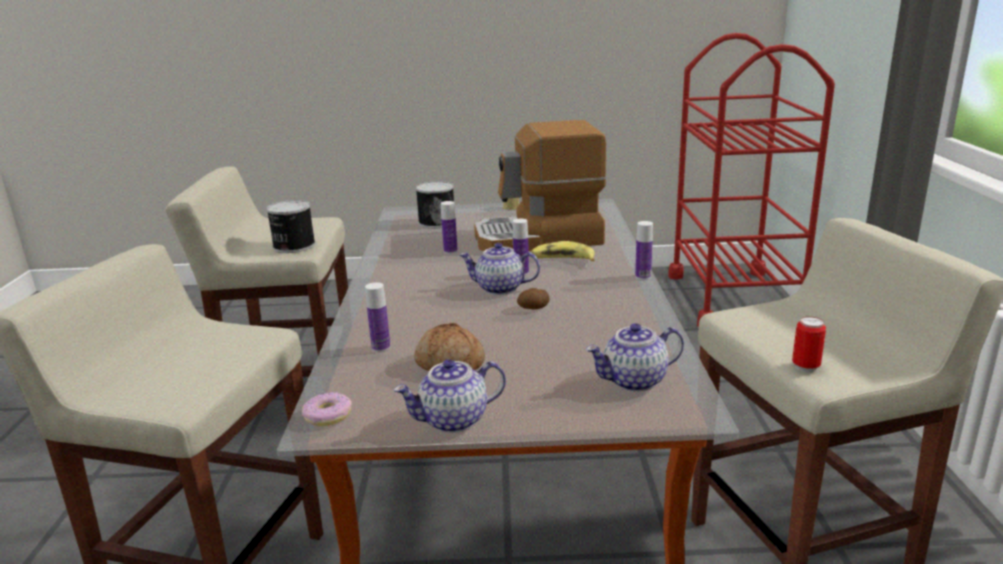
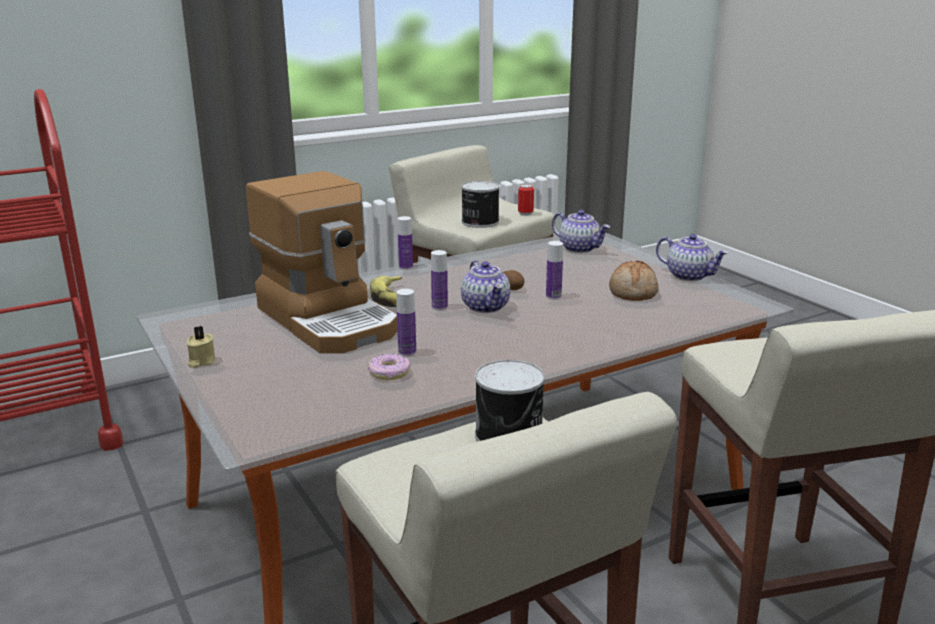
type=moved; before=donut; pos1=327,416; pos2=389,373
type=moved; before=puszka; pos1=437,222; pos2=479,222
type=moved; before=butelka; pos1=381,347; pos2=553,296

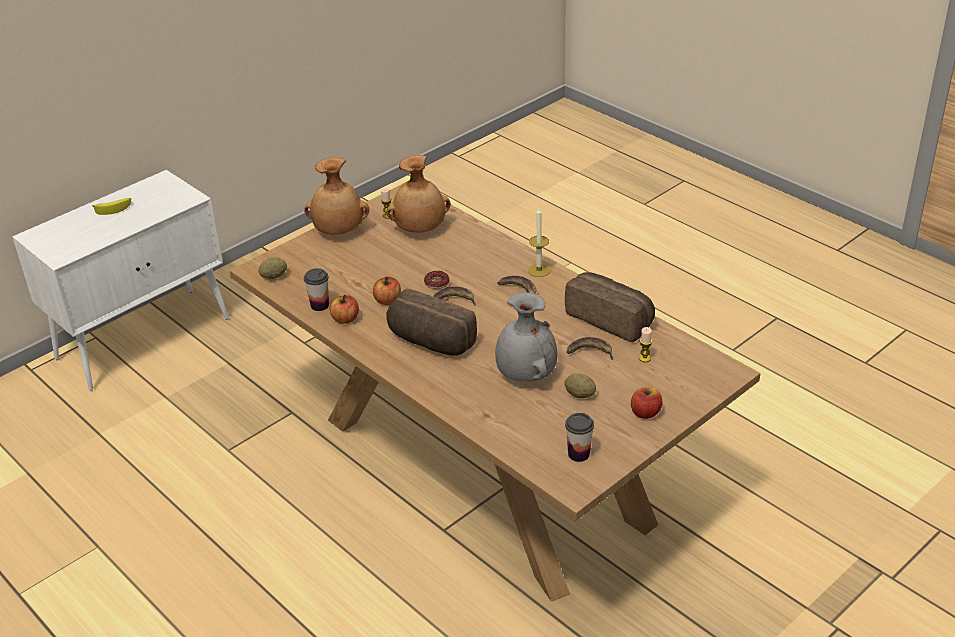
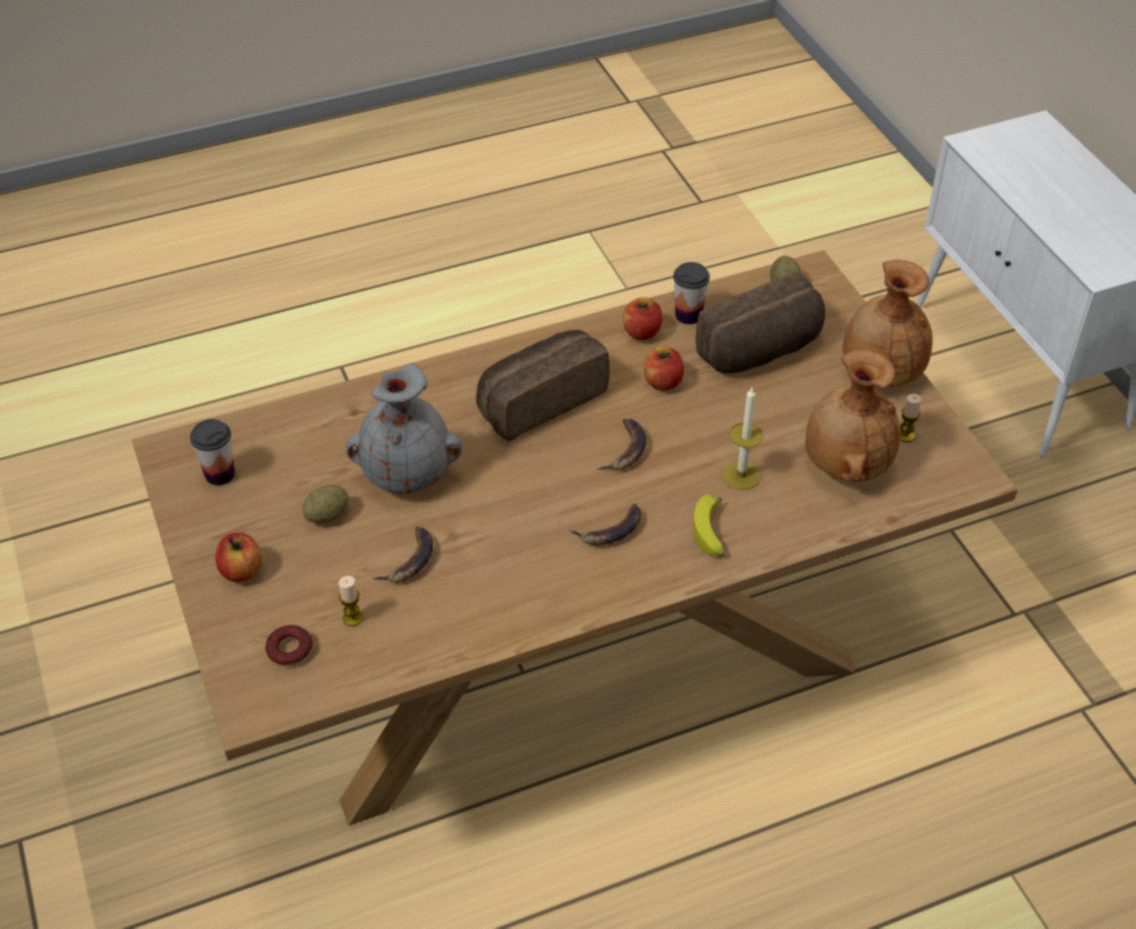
type=moved; before=donut; pos1=436,283; pos2=290,649
type=moved; before=banan; pos1=114,208; pos2=711,533
type=moved; before=chleb; pos1=611,319; pos2=762,351
type=moved; before=świeca; pos1=539,270; pos2=741,475

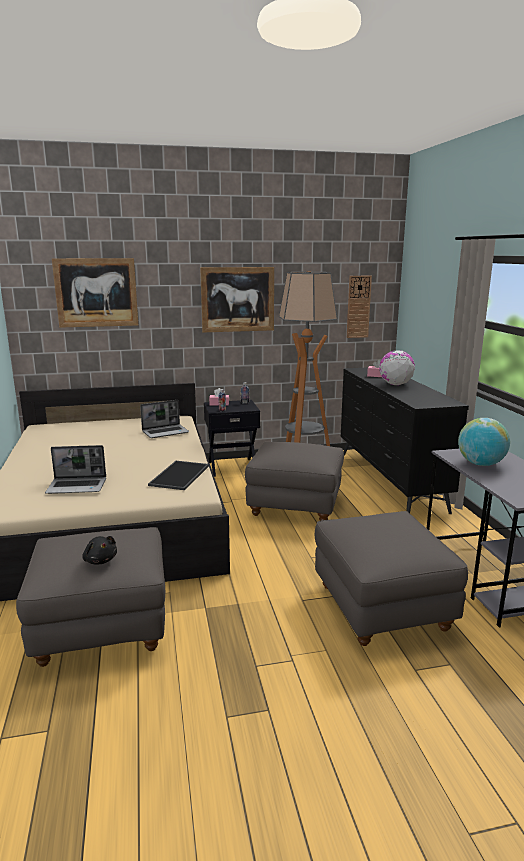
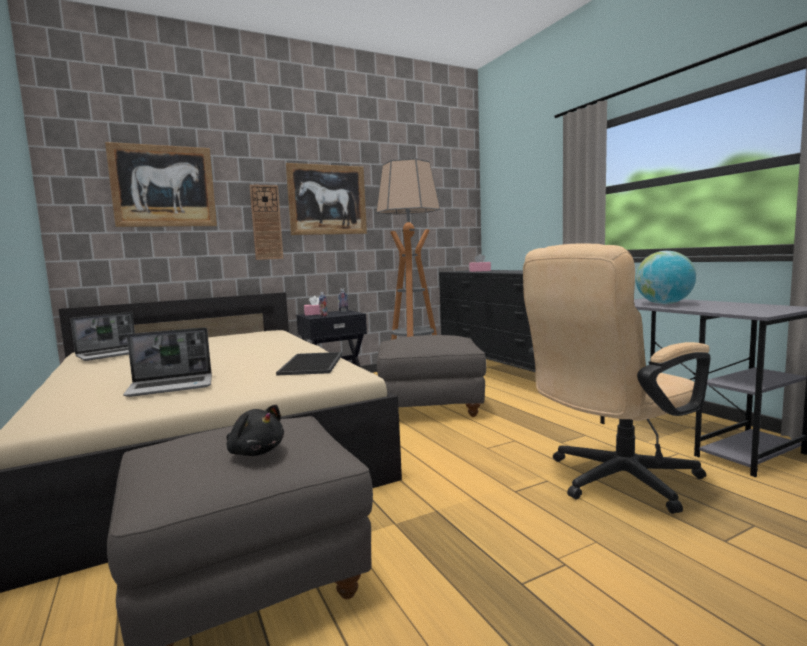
type=moved; before=laptop; pos1=165,432; pos2=112,354
type=moved; before=zegar ścienny; pos1=358,307; pos2=266,222
type=replaced; before=pufa (szary); after=krzesło biurowe (beżowy); pos1=381,607; pos2=612,481
type=removed; before=globus; pos1=395,384

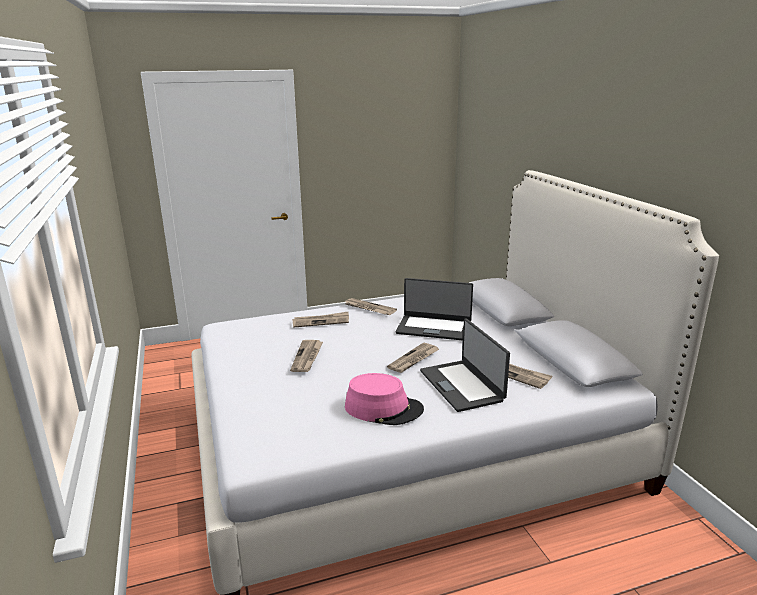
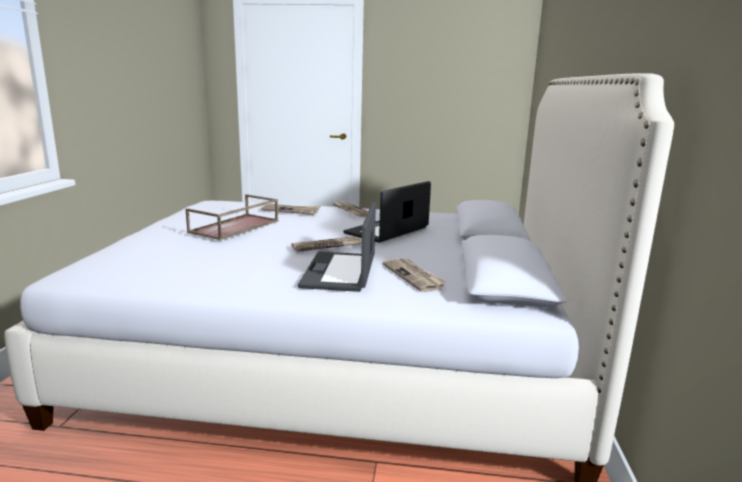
type=replaced; before=gazeta; after=taca (brązowy); pos1=307,357; pos2=235,227
type=turned; before=laptop; pos1=434,328; pos2=388,231; turn=90
type=removed; before=kapelusz (różowy); pos1=383,408

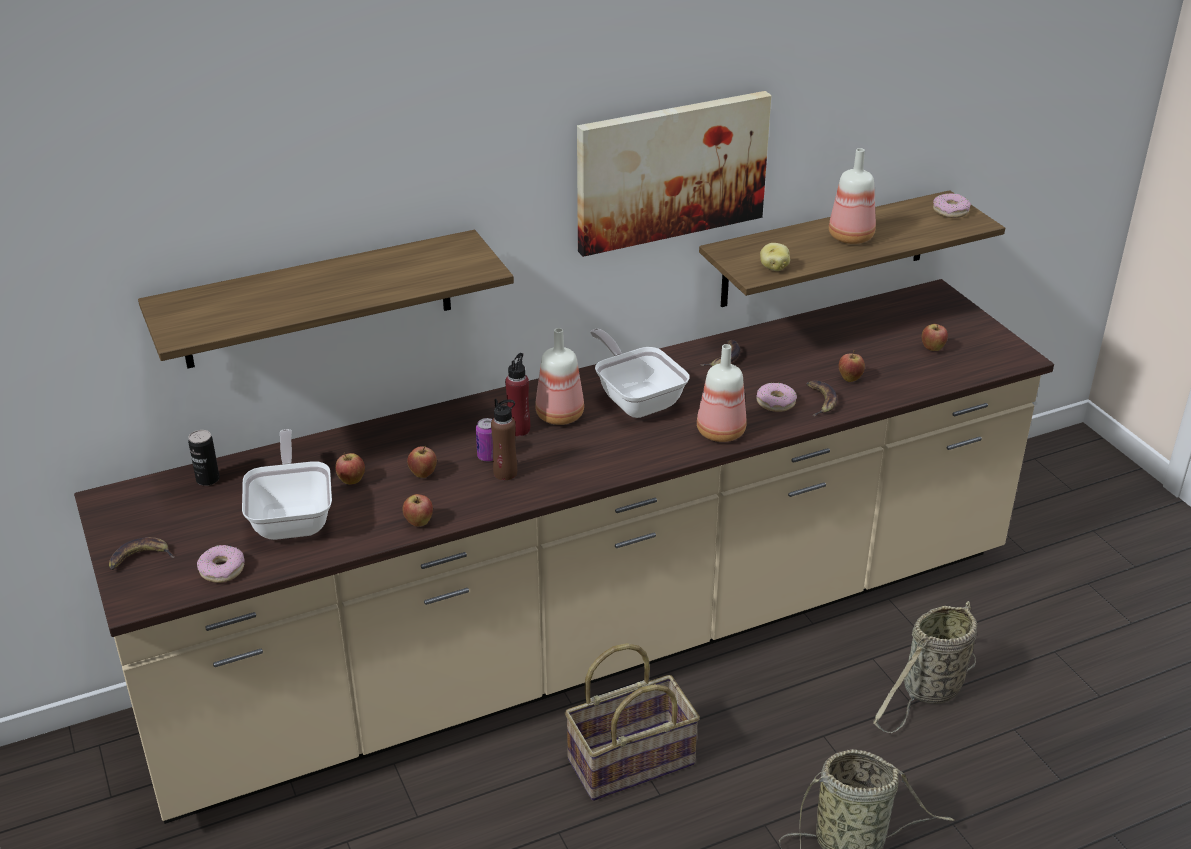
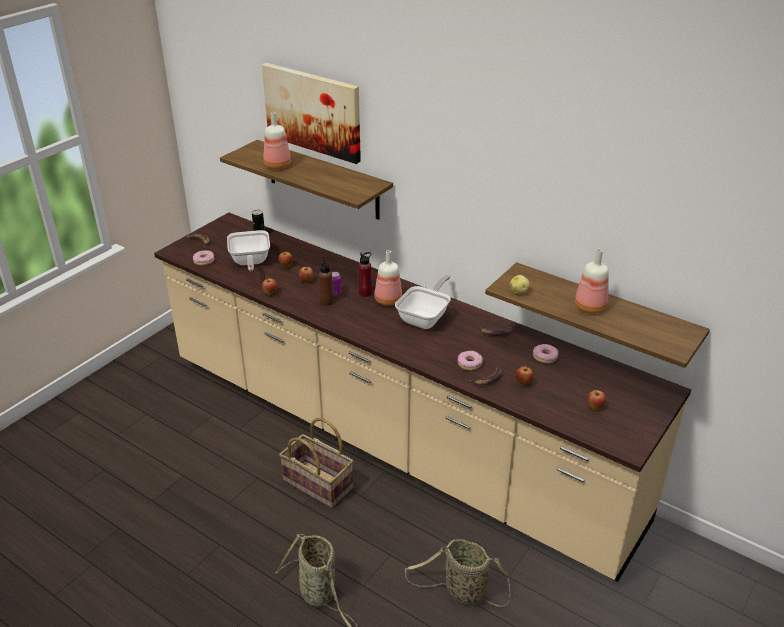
type=turned; before=patelnia; pos1=293,517; pos2=250,262; turn=120
type=moved; before=obraz; pos1=671,171; pos2=313,111
type=moved; before=butelka; pos1=719,433; pos2=276,165
type=moved; before=donut; pos1=950,211; pos2=545,357

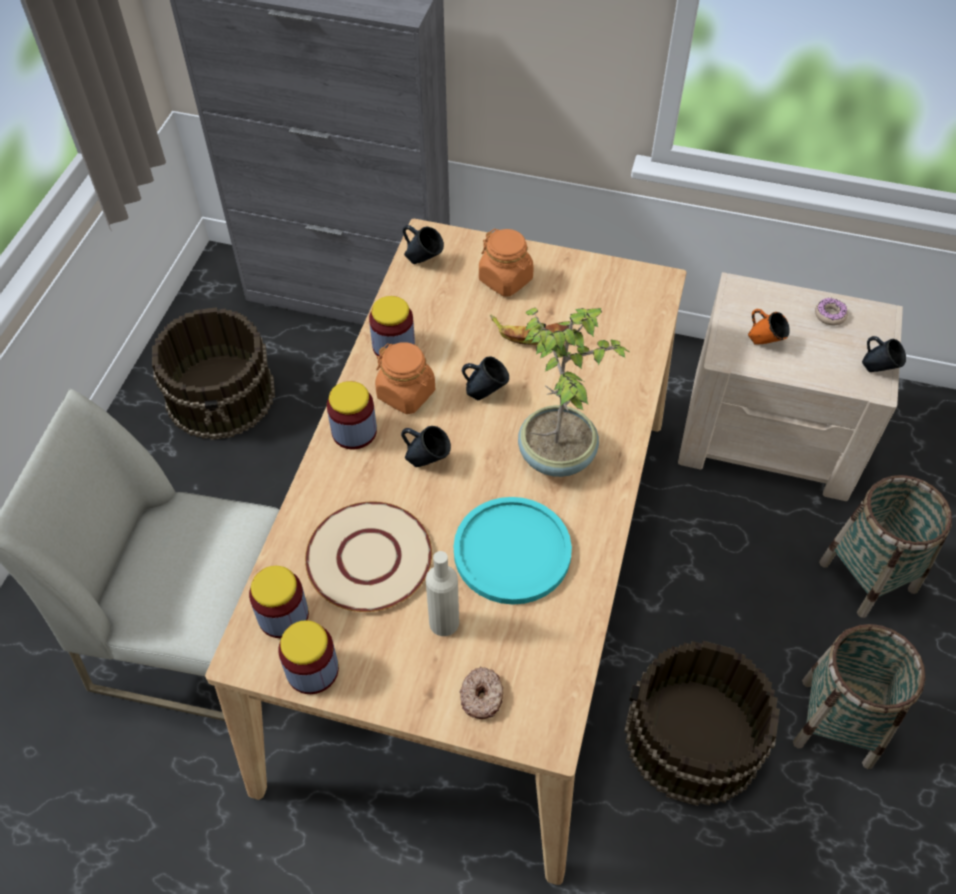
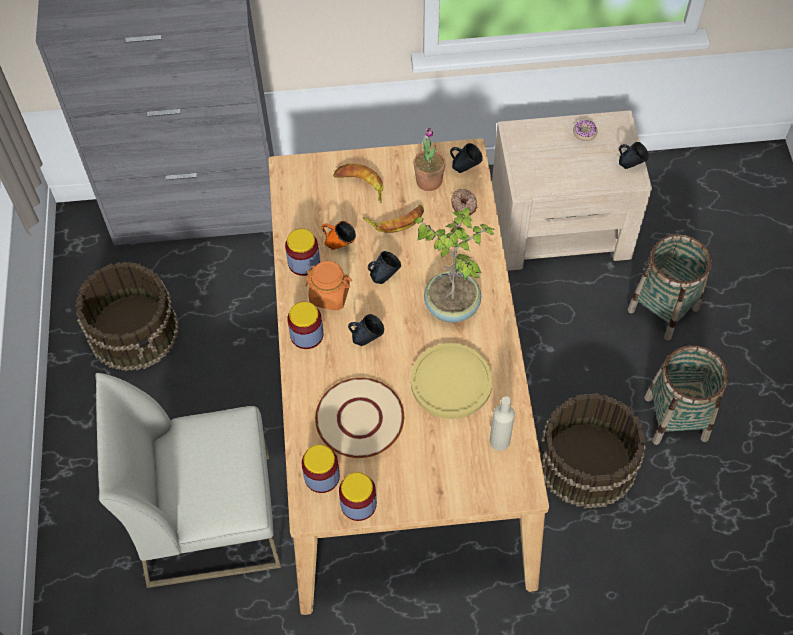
type=moved; before=kubek (pomarańczowy); pos1=764,342; pos2=339,245
type=replaced; before=słoik (pomarańczowy); after=banan; pos1=506,279; pos2=360,185
type=recoloured; before=talerz (turkusowy); after=talerz (żółty); pos1=512,551; pos2=451,382
type=added; after=roślina doniczkowa; pos2=429,181
type=moved; before=kubek (niebieski); pos1=423,261; pos2=465,168
type=moved; before=donut; pos1=482,696; pos2=464,205
type=moved; before=butelka (beżowy); pos1=444,622; pos2=499,441

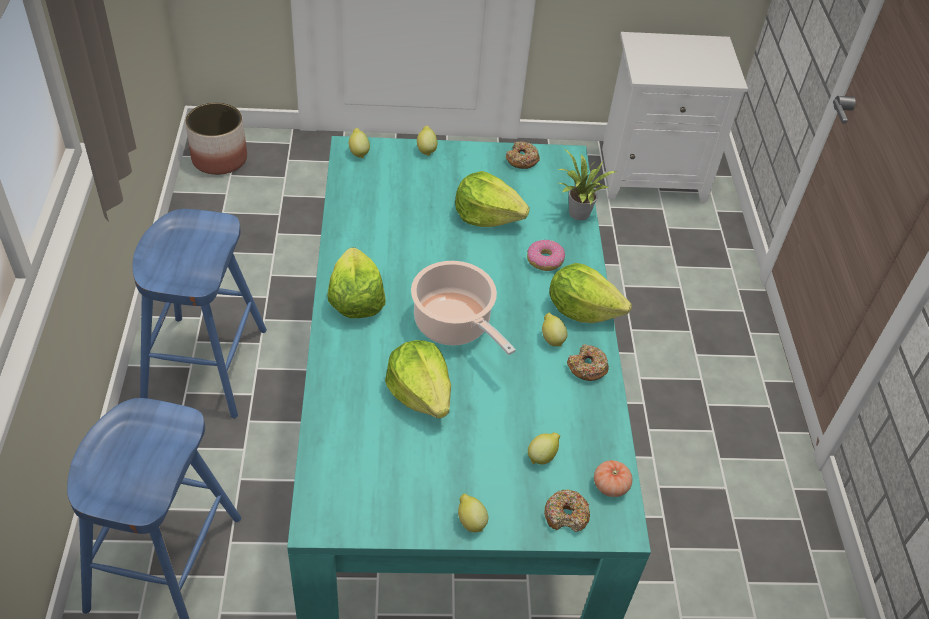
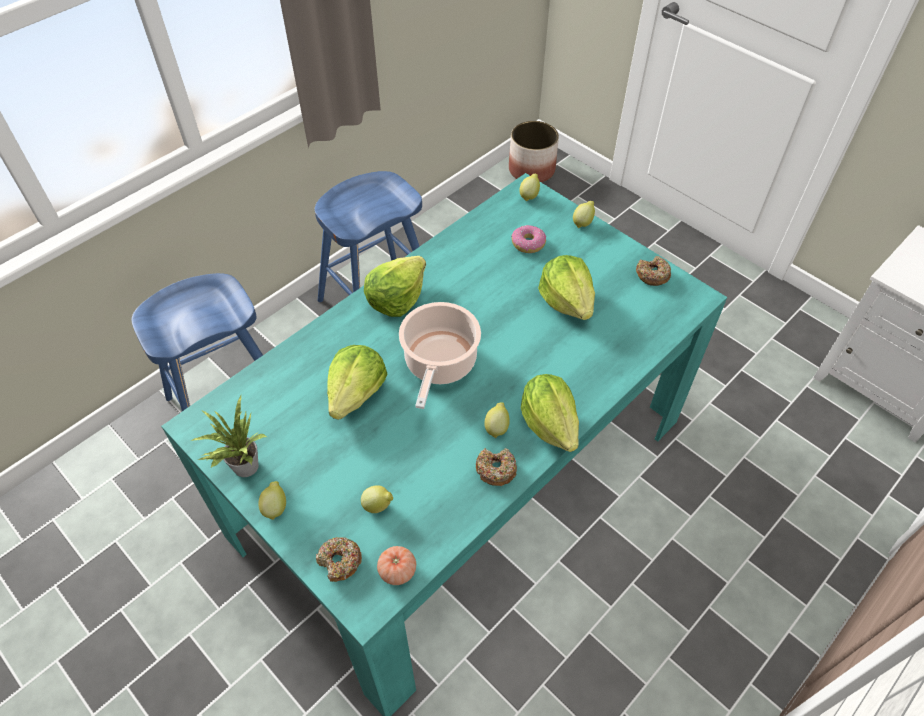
type=moved; before=roślina doniczkowa; pos1=577,214; pos2=242,466
type=moved; before=donut; pos1=545,260; pos2=528,243

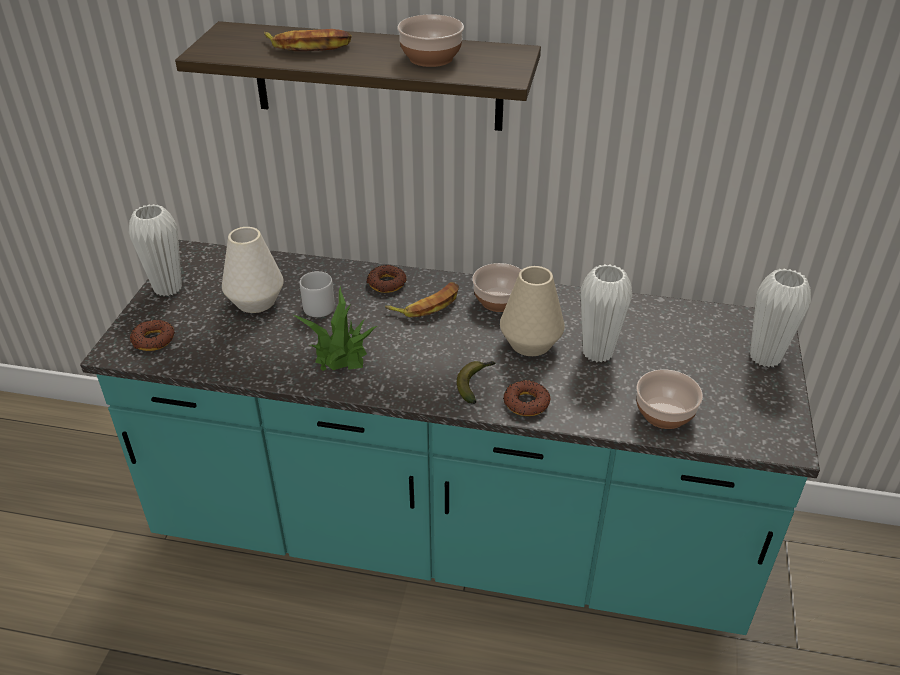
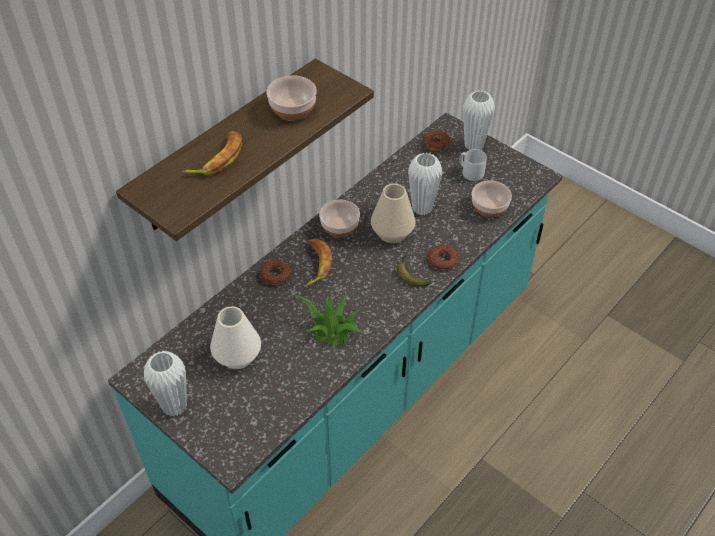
type=moved; before=donut; pos1=153,340; pos2=436,143
type=moved; before=kubek (szary); pos1=320,305; pos2=470,172

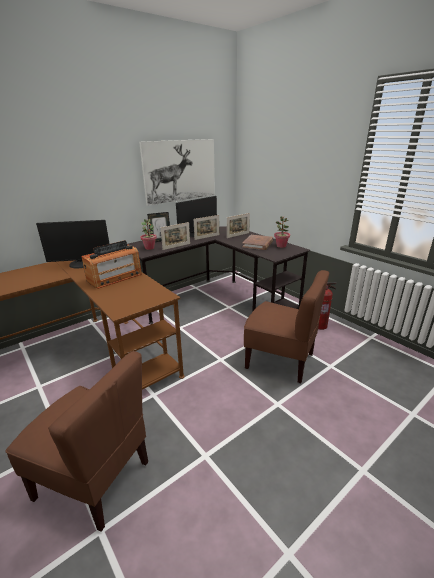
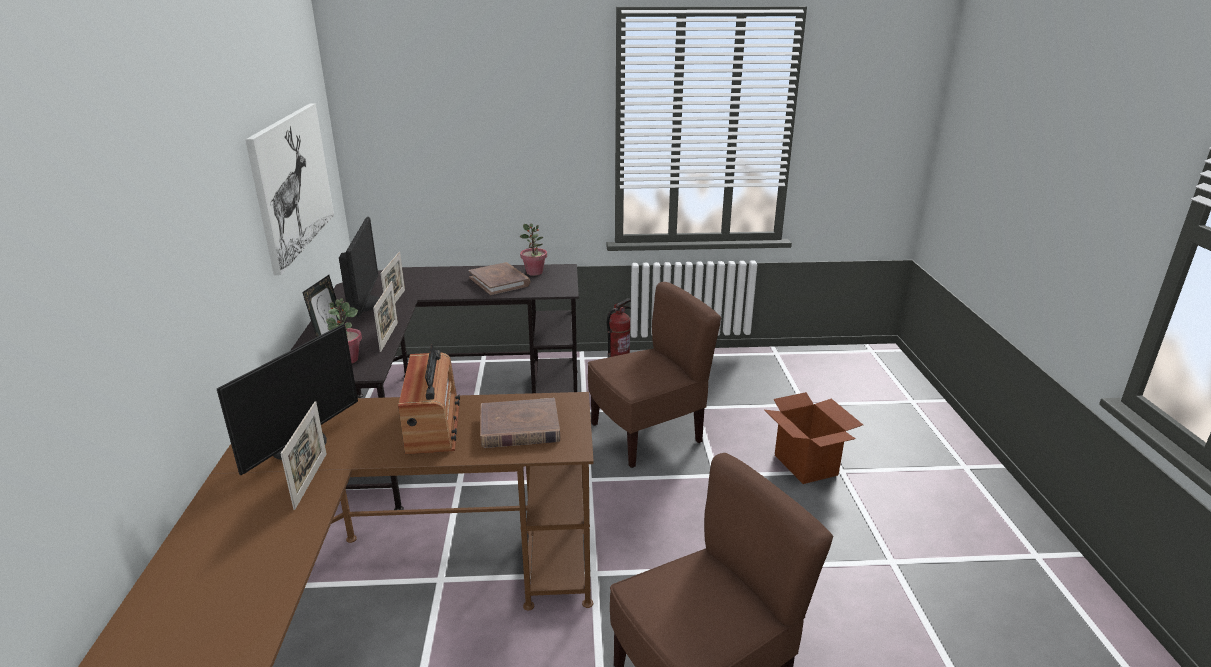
type=moved; before=ramka na zdjęcie; pos1=238,235; pos2=311,480
type=added; after=książka (brązowy); pos2=519,427
type=added; after=karton; pos2=806,465

